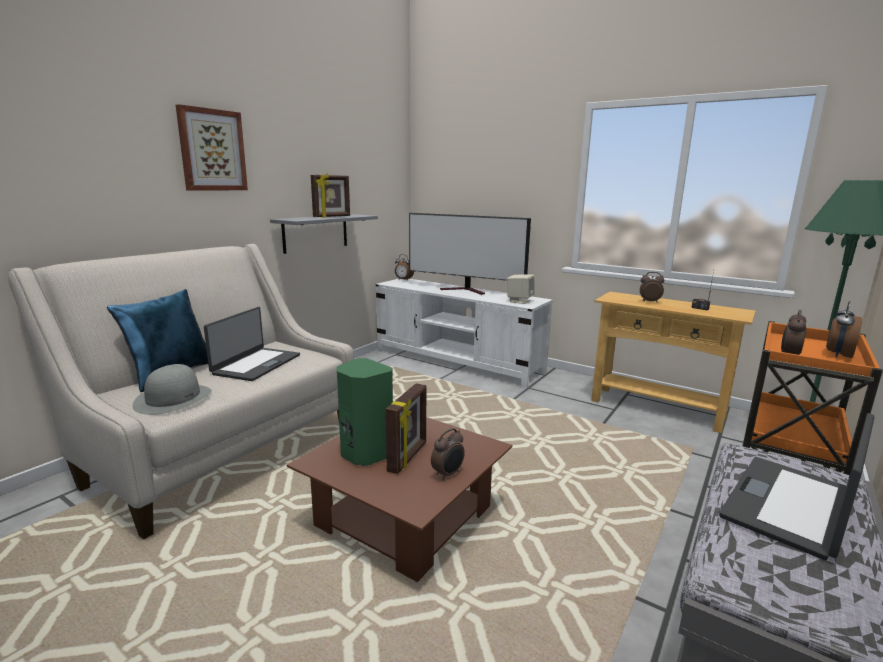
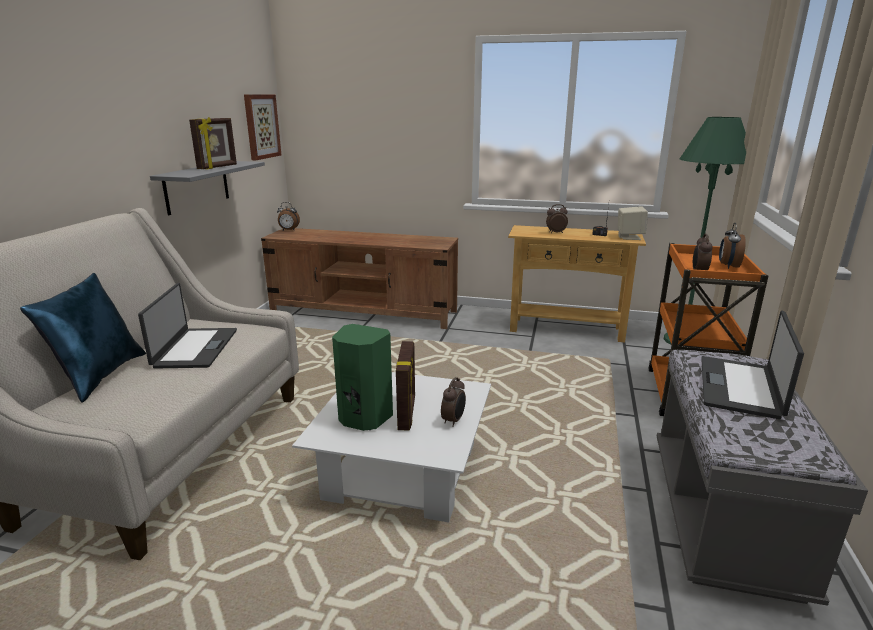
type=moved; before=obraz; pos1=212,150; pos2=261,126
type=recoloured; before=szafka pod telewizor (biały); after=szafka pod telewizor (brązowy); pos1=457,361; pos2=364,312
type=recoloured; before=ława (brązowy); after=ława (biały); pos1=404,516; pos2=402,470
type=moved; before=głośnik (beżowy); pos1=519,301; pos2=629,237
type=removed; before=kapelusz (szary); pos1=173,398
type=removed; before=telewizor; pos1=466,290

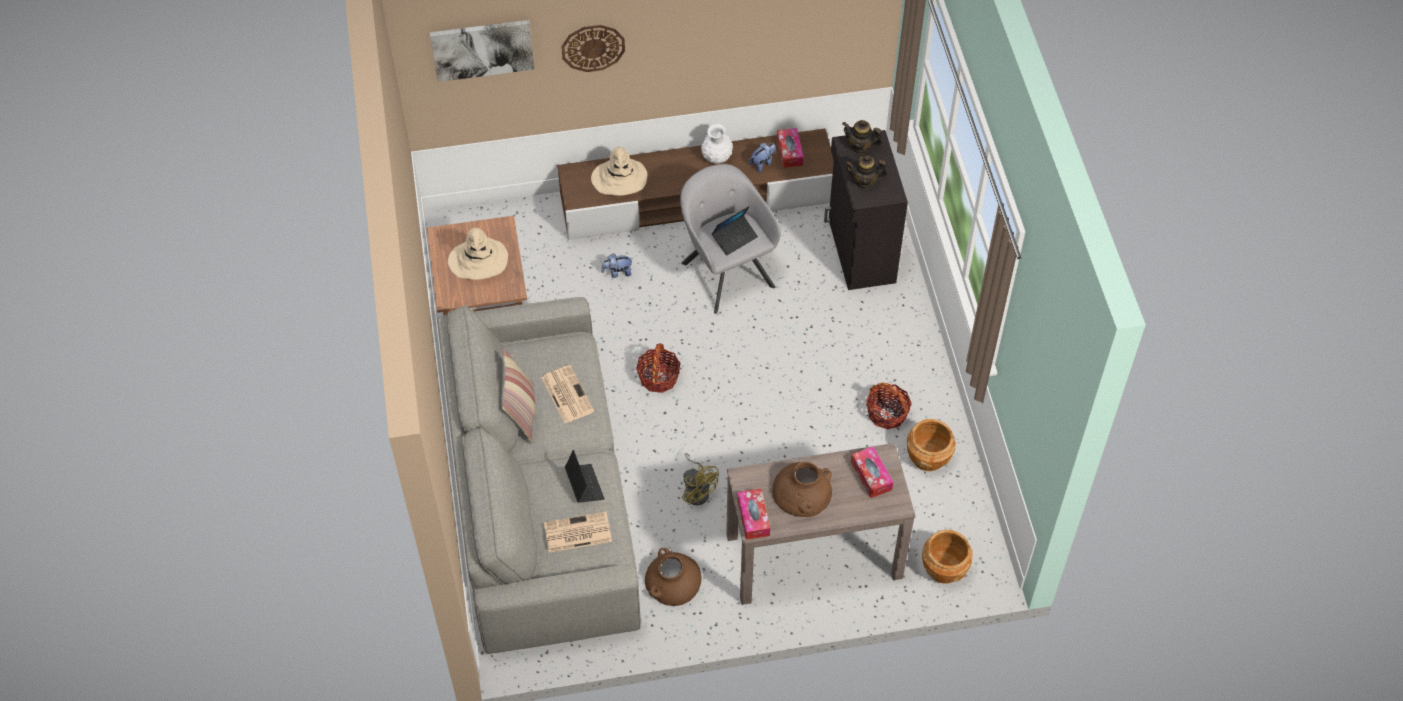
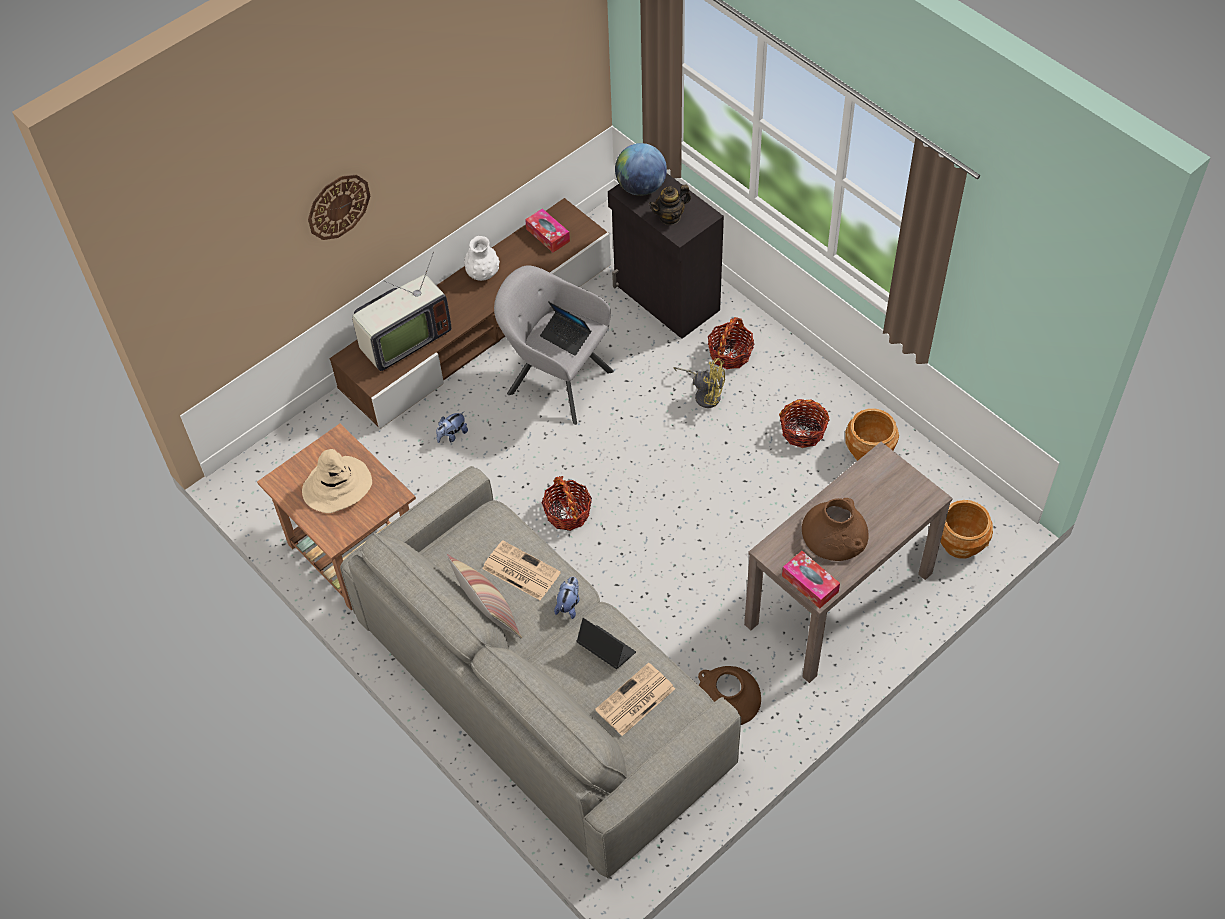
type=replaced; before=kapelusz (beżowy); after=telewizor; pos1=619,179; pos2=402,340
type=turned; before=laptop; pos1=734,238; pos2=566,337; turn=105
type=moved; before=pluszak; pos1=762,163; pos2=569,604
type=replaced; before=imbryk; after=globus; pos1=860,147; pos2=641,187
type=moved; before=wentylator (żółty); pos1=697,490; pos2=705,394
type=added; after=koszyk; pos2=730,354
type=removed; before=obraz; pos1=482,49
type=removed; before=pudełko chusteczek; pos1=871,476

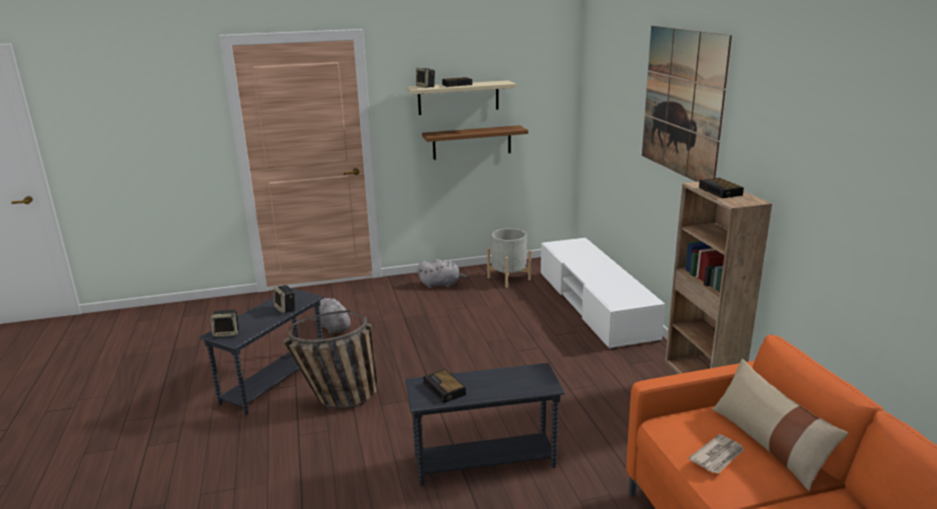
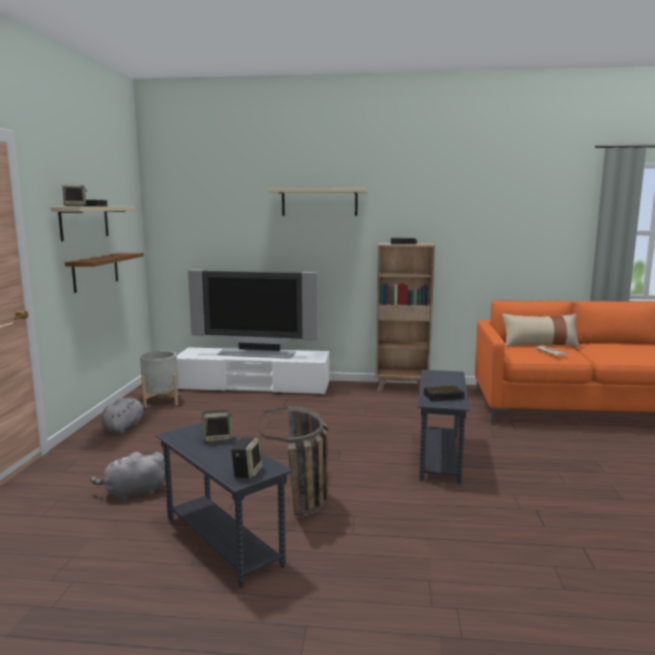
type=added; after=telewizor; pos2=256,354
type=replaced; before=obraz; after=półka (beżowy); pos1=682,103; pos2=319,202

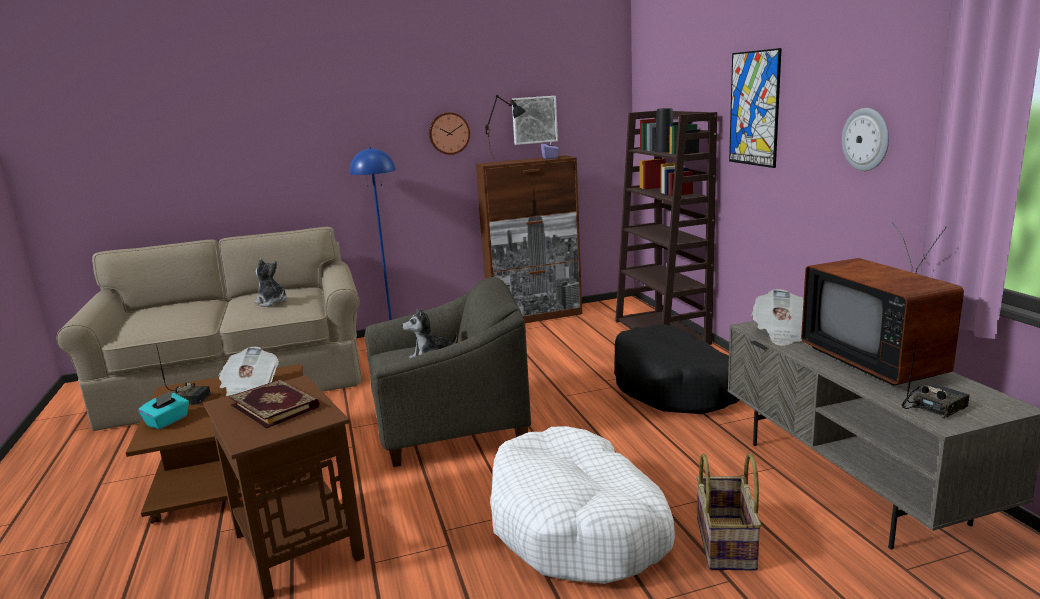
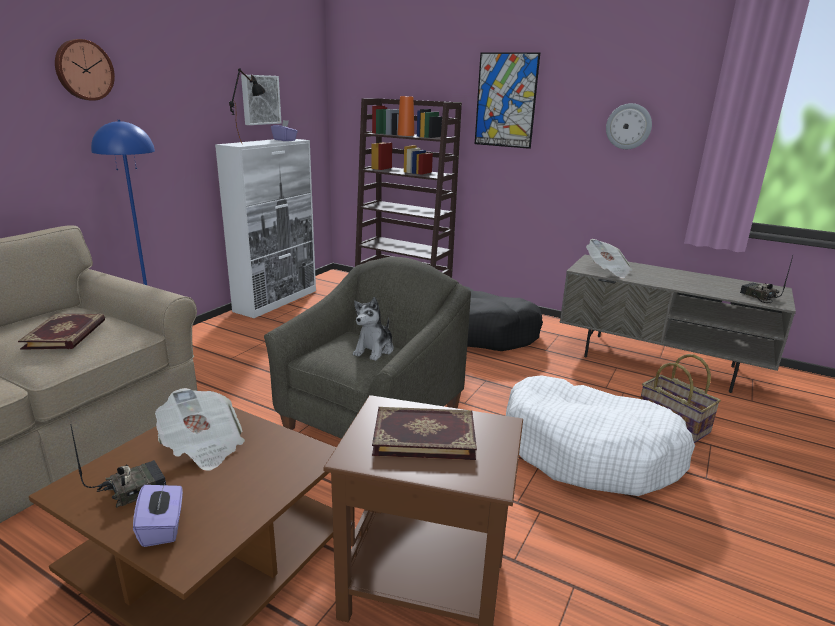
type=replaced; before=pluszak; after=książka; pos1=272,302; pos2=66,334
type=moved; before=zegar ścienny; pos1=449,133; pos2=83,70
type=recoloured; before=pudełko chusteczek (turkusowy); after=pudełko chusteczek (fioletowy); pos1=168,421; pos2=163,527
type=recoloured; before=szafka (brązowy); after=szafka (biały); pos1=535,316; pos2=276,300
type=recoloured; before=wazon (czarny); after=wazon (pomarańczowy); pos1=664,151; pos2=405,135
type=turned; before=radio; pos1=934,407; pos2=758,296; turn=-45
type=removed; before=telewizor; pos1=878,361

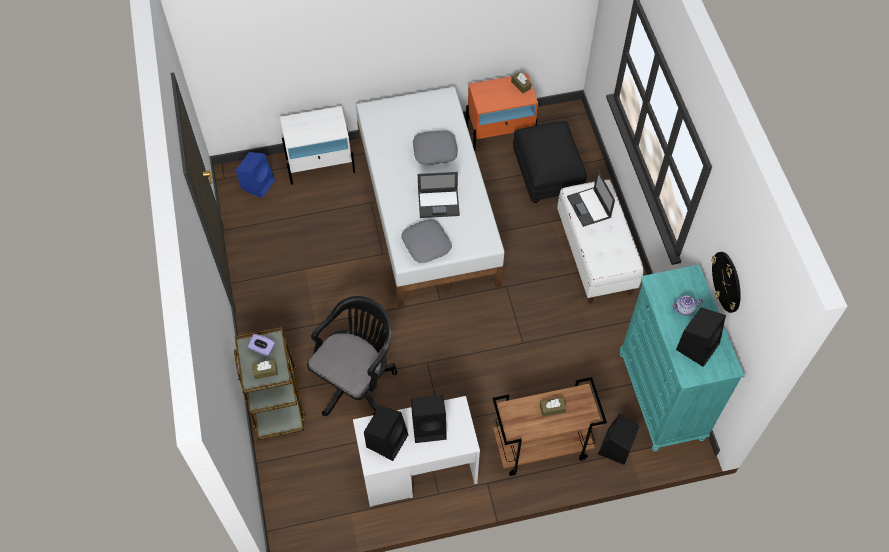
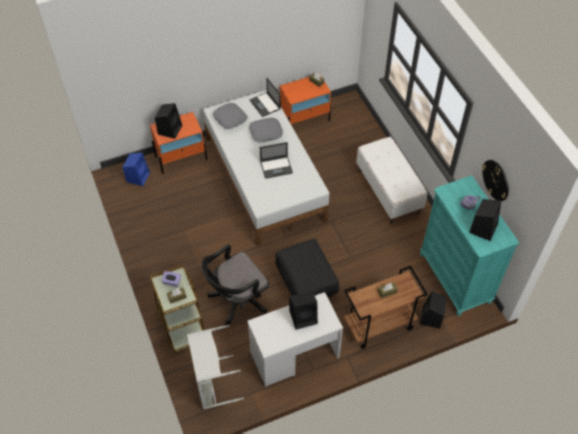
type=recoloured; before=szafka nocna (biały); after=szafka nocna (pomarańczowy); pos1=321,165; pos2=181,158
type=moved; before=głośnik (czarny); pos1=387,440; pos2=170,129
type=added; after=kosz na pranie (szary); pos2=211,383
type=turned; before=krzesło biurowe (czarny); pos1=356,379; pos2=237,300; turn=-150
type=moved; before=poduszka (szary); pos1=426,244; pos2=230,118
type=moved; before=laptop; pos1=589,207; pos2=265,105
type=moved; before=pufa (czarny); pos1=547,177; pos2=306,284

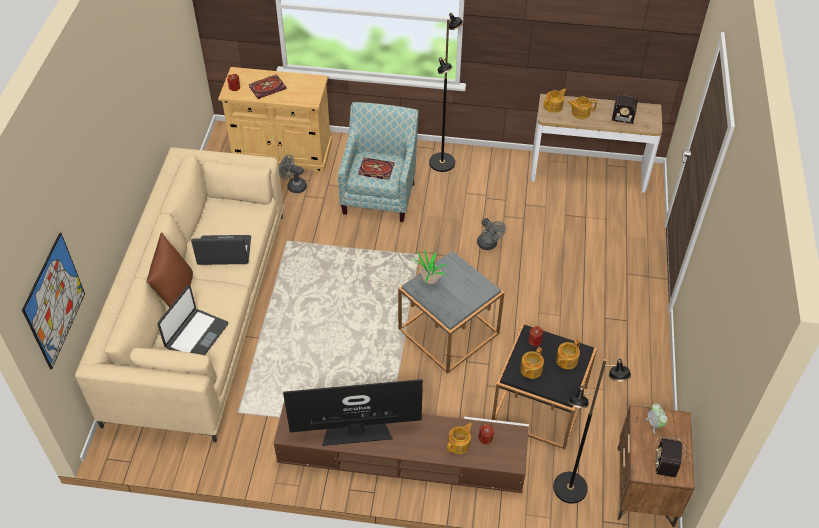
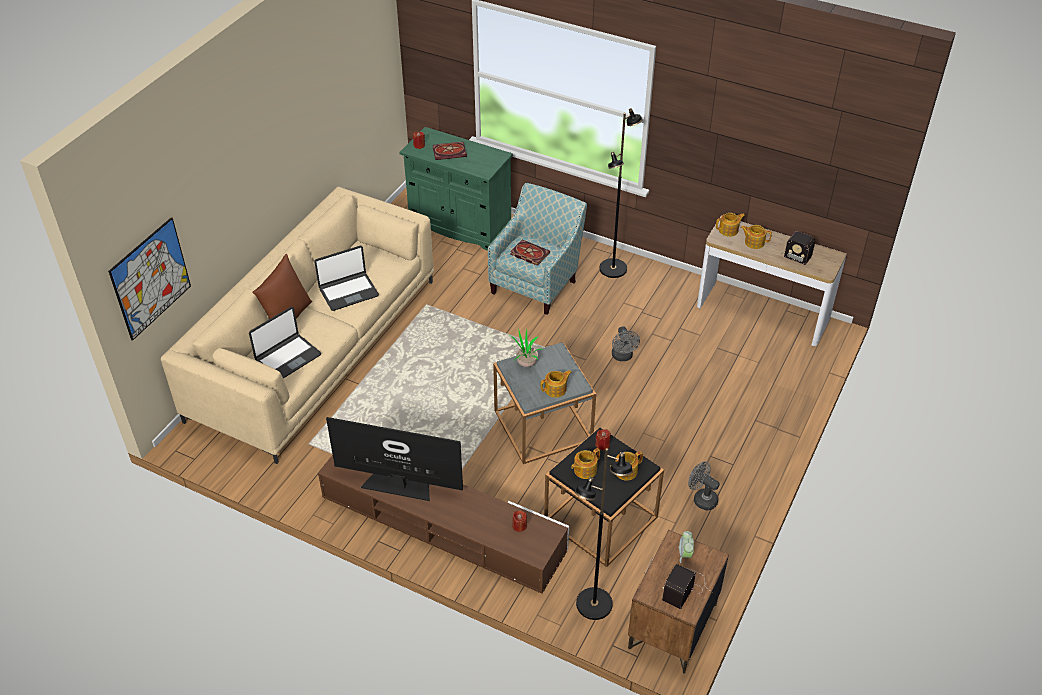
type=turned; before=laptop; pos1=224,252; pos2=348,292; turn=135
type=recoloured; before=szafka (beżowy); after=szafka (zielony); pos1=282,153; pos2=459,225
type=moved; before=imbryk; pos1=459,444; pos2=556,389
type=moved; before=wentylator (szary); pos1=294,186; pos2=701,498

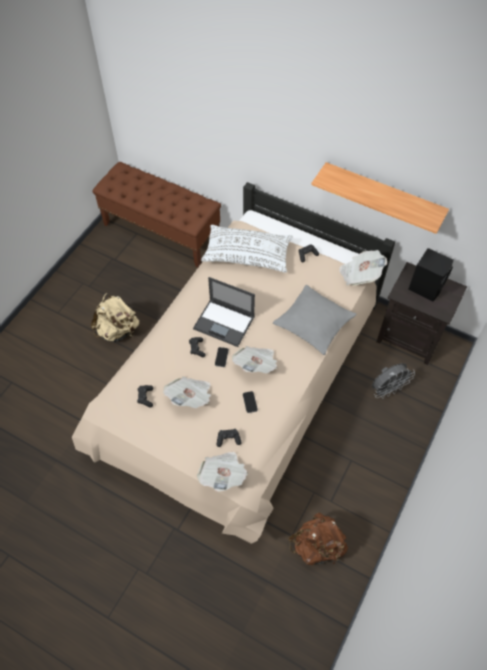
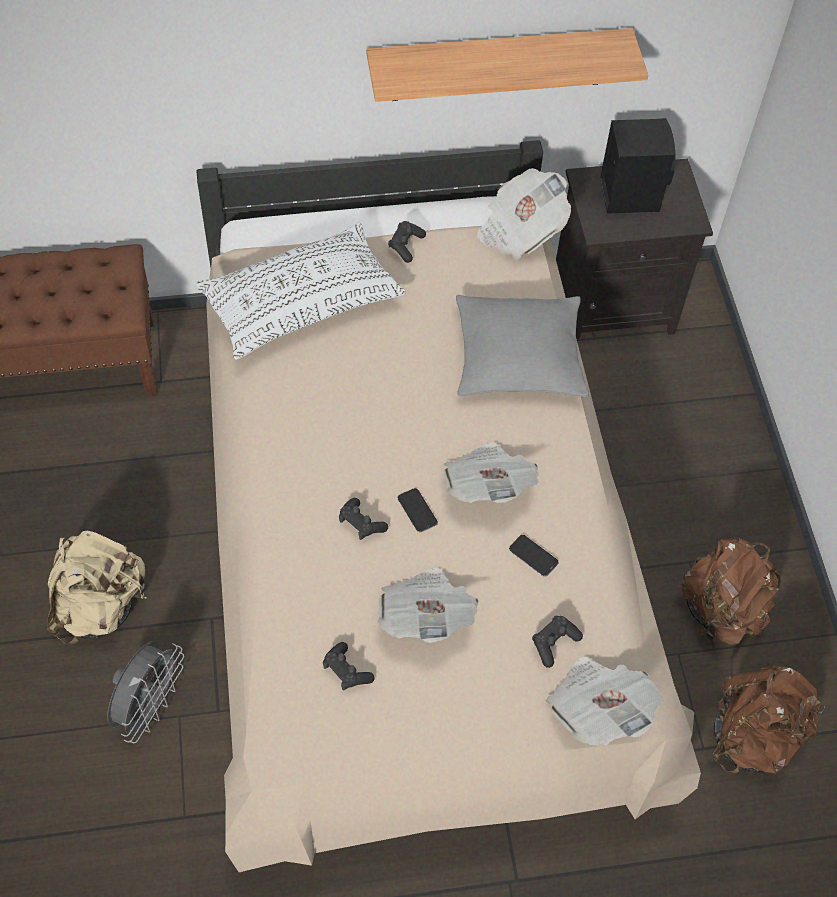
type=moved; before=wentylator (szary); pos1=387,390; pos2=149,707
type=added; after=plecak (brązowy); pos2=721,611
type=removed; before=laptop; pos1=225,323

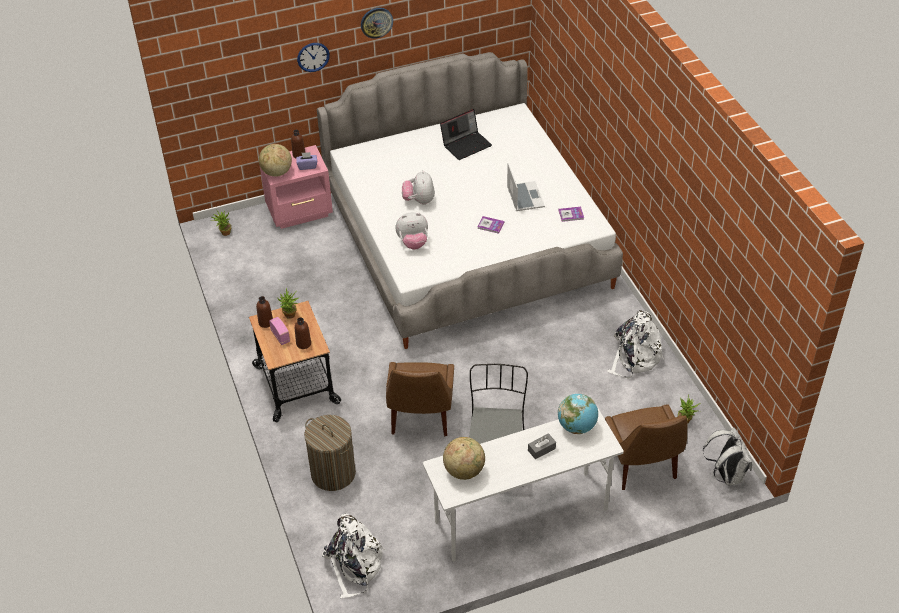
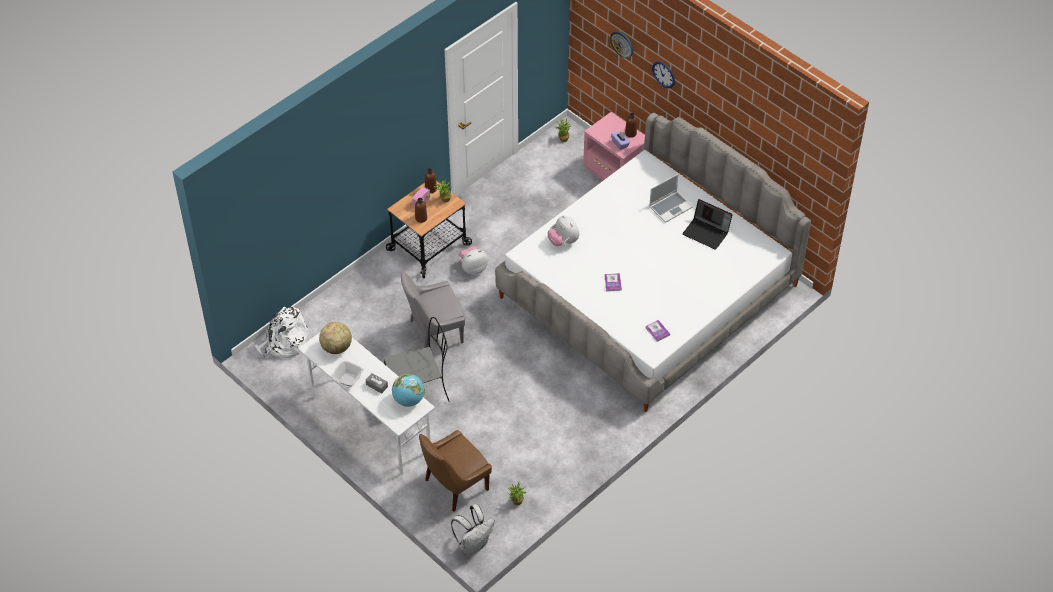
type=added; after=miska; pos2=348,379
type=recoloured; before=krzesło (brązowy); after=krzesło (szary); pos1=420,418; pos2=434,332
type=moved; before=pluszak; pos1=419,201; pos2=473,268
type=moved; before=zegar ścienny; pos1=376,22; pos2=622,44
type=moved; before=laptop; pos1=524,197; pos2=670,207
type=removed; before=globus; pos1=276,172
type=removed; before=kosz na pranie; pos1=333,473
type=removed; before=plecak (biały); pos1=634,357

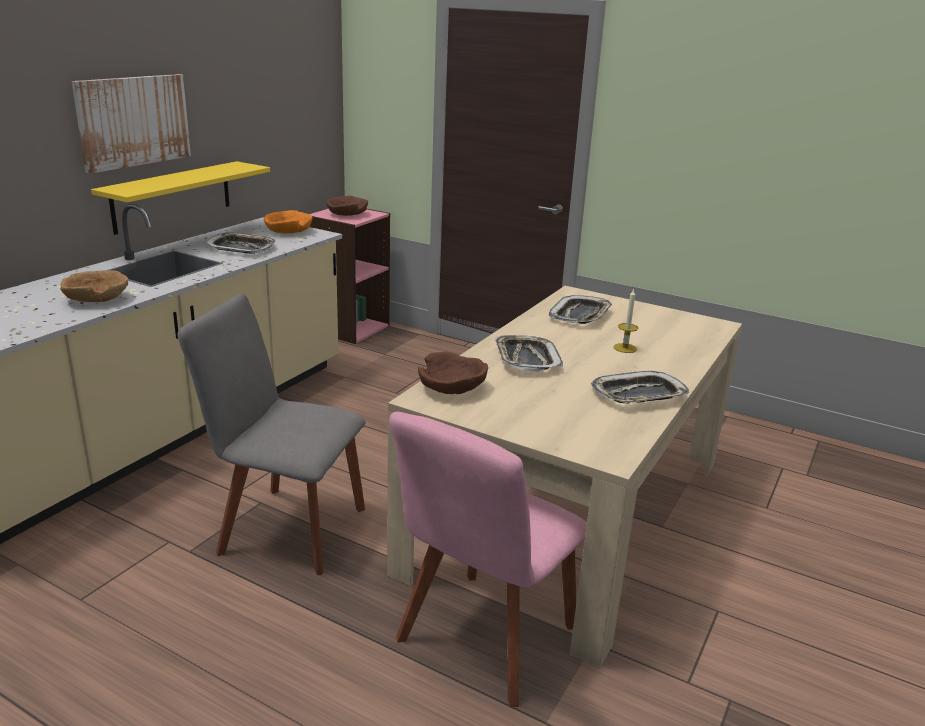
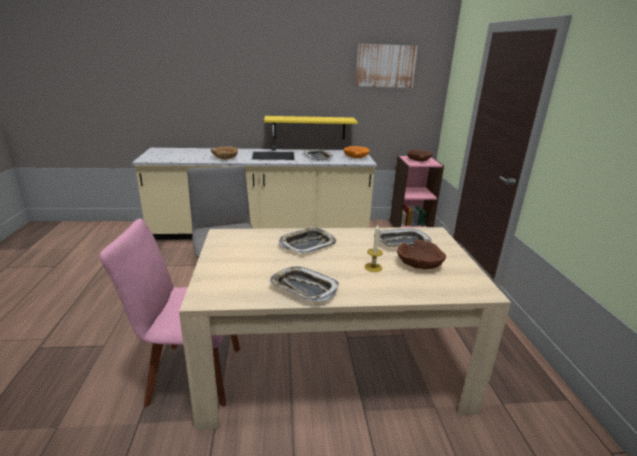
type=moved; before=obraz; pos1=133,121; pos2=385,66
type=moved; before=miska (brązowy); pos1=452,388; pos2=420,264

